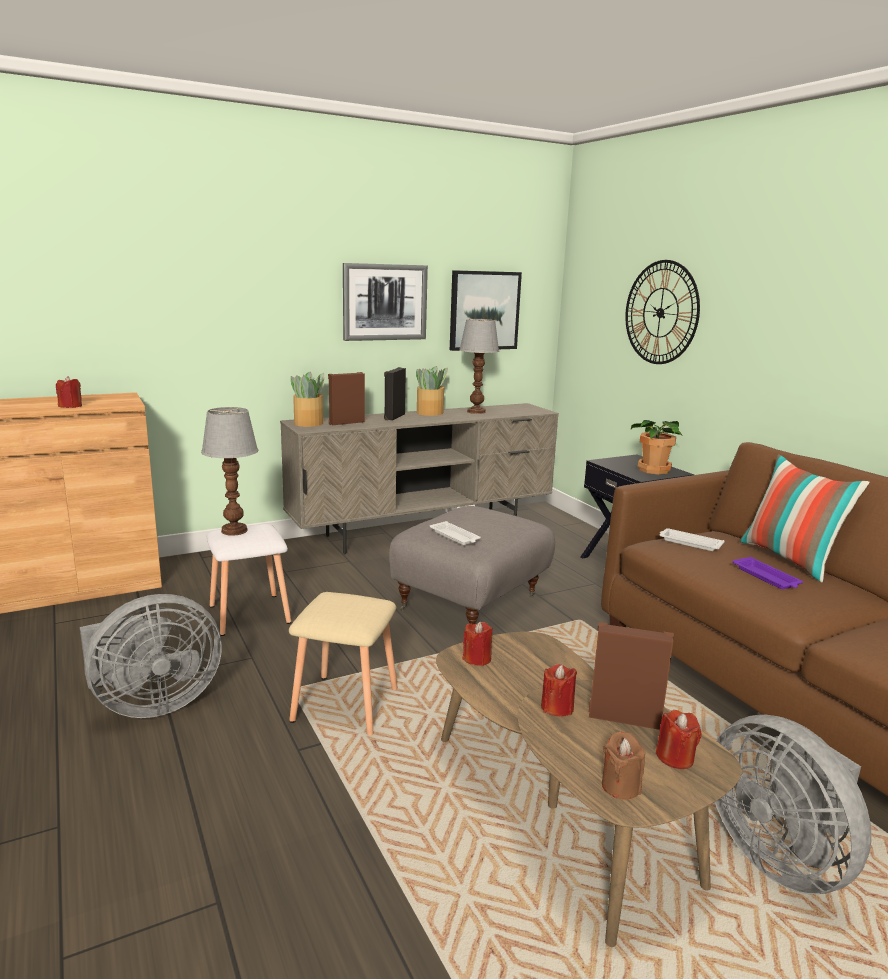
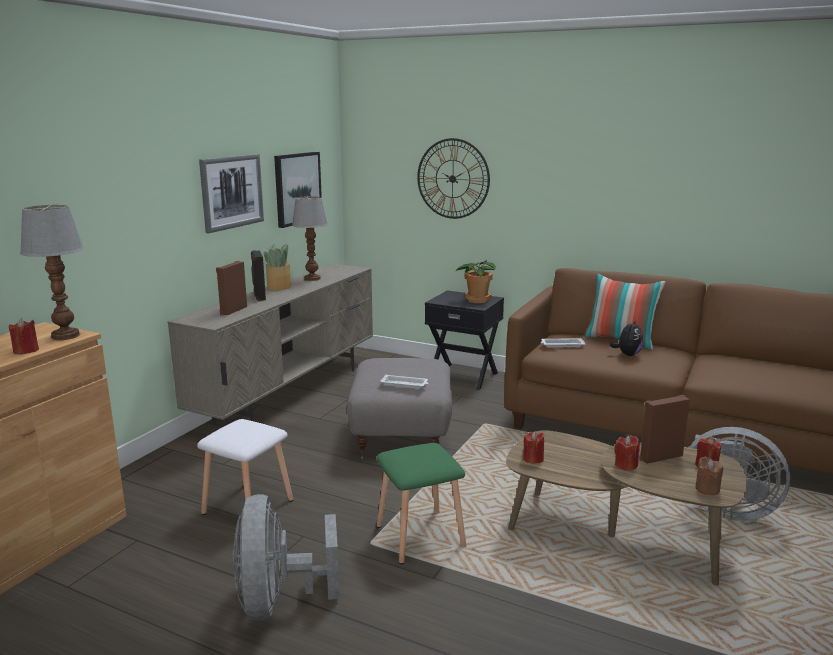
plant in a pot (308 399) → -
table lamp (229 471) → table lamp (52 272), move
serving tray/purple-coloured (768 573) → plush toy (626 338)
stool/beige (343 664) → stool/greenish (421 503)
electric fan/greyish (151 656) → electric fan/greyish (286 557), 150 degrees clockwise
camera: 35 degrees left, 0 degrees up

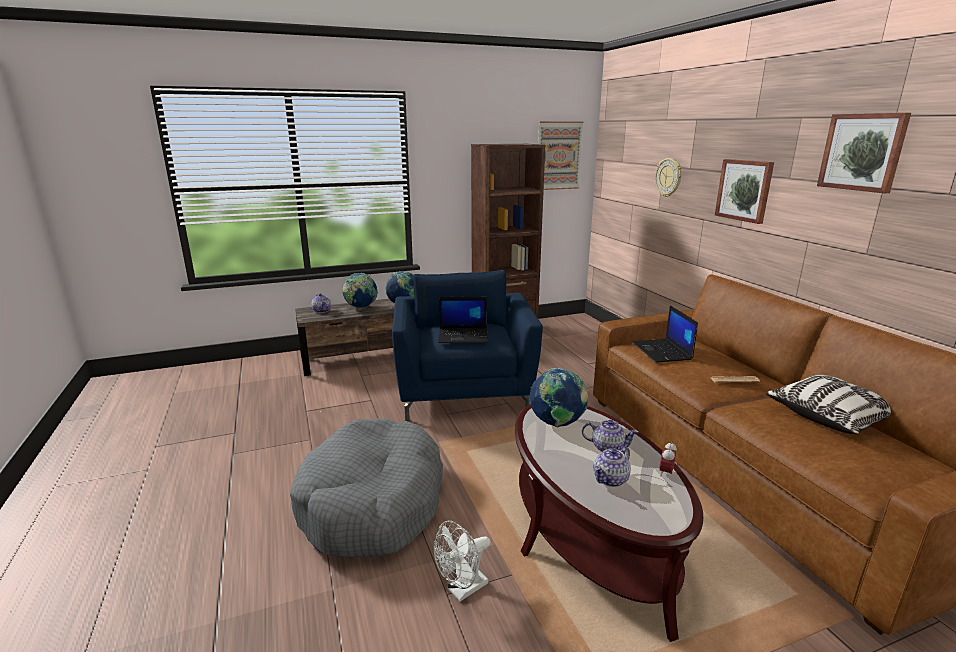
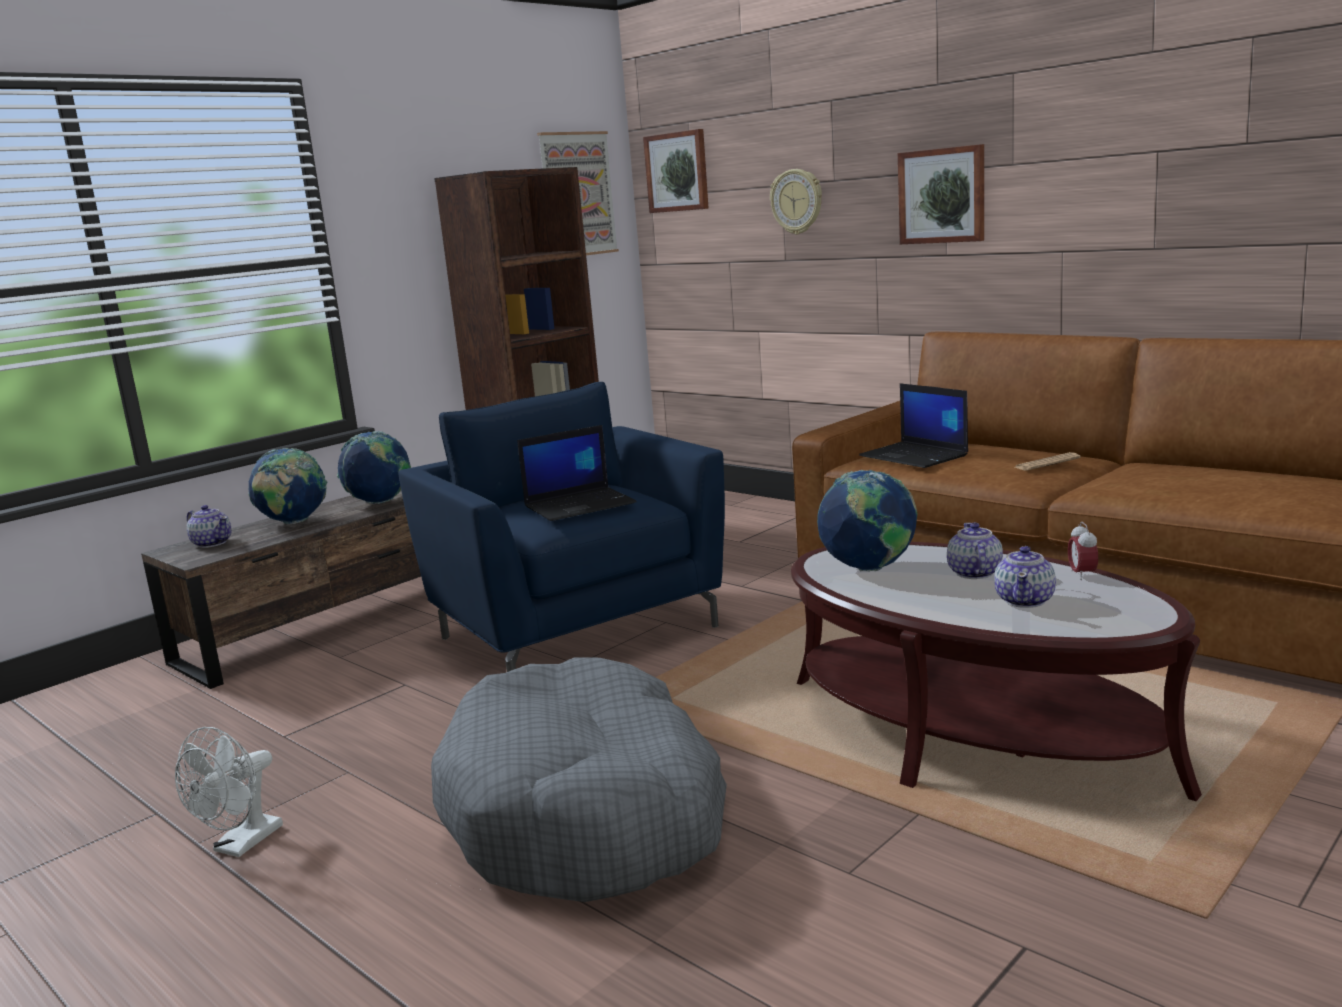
wall picture (864 153) → wall picture (676 171), move
throw pillow (828 404) → -
pot for tea (610 436) → pot for tea (975 551), 75 degrees counterclockwise
electric fan/whitish (462 561) → electric fan/whitish (229 792), move
camera: 25 degrees left, 5 degrees down

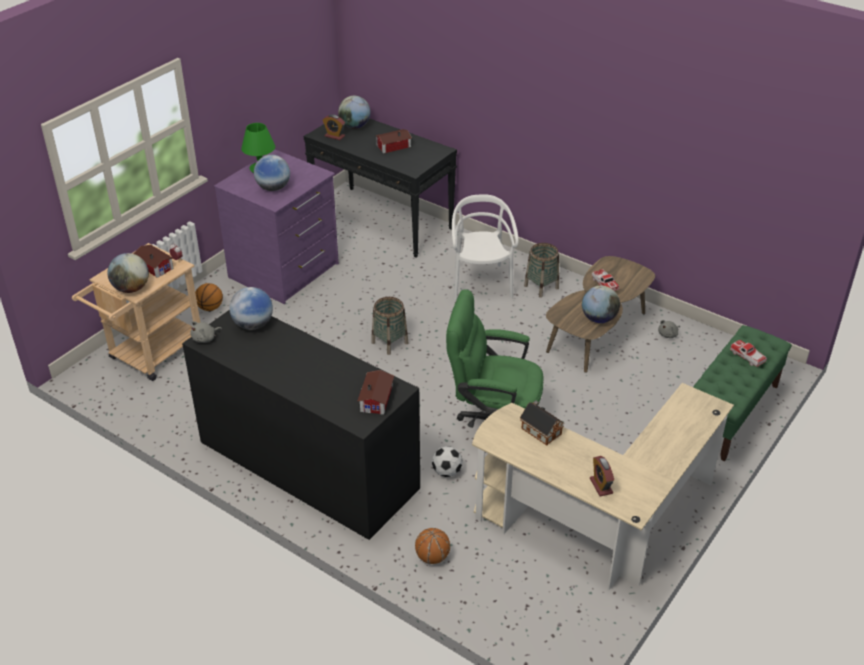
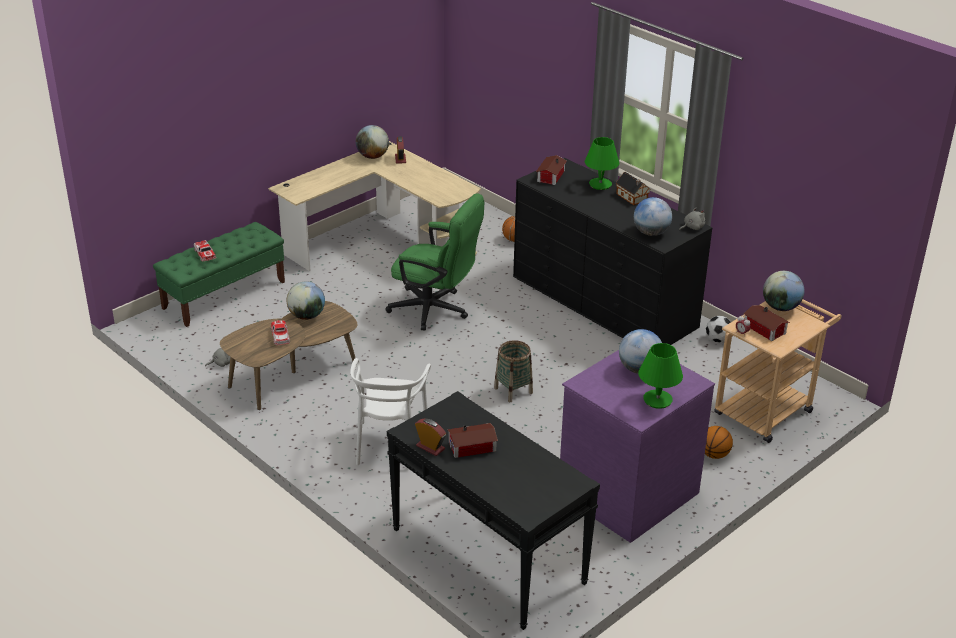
desk globe (354 112) → desk globe (372 142), move
table clock (333 127) → table clock (430 437), move
household basket (541 270) → -
toy house (542 423) → toy house (633 188), move
football ball (447 461) → football ball (718 329), move
- → table lamp/greenish (602 163)
camera: 170 degrees left, 5 degrees down

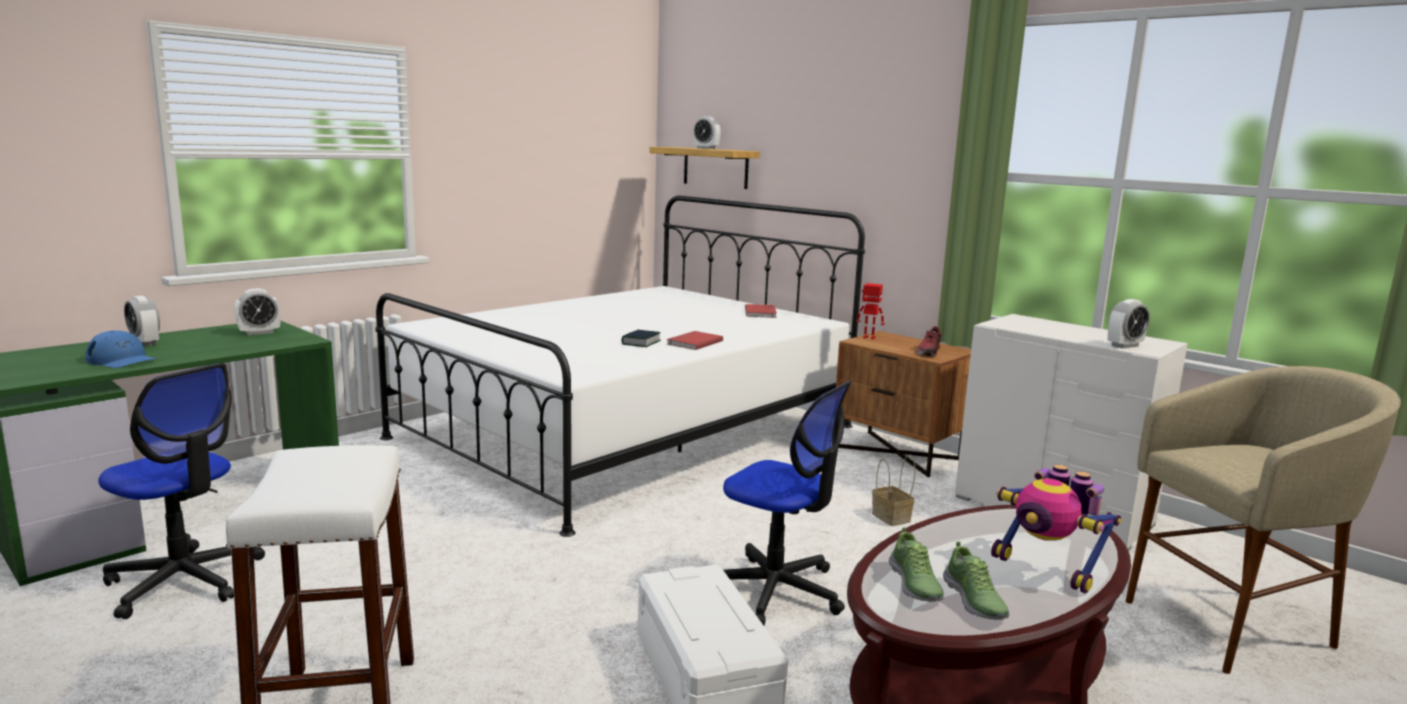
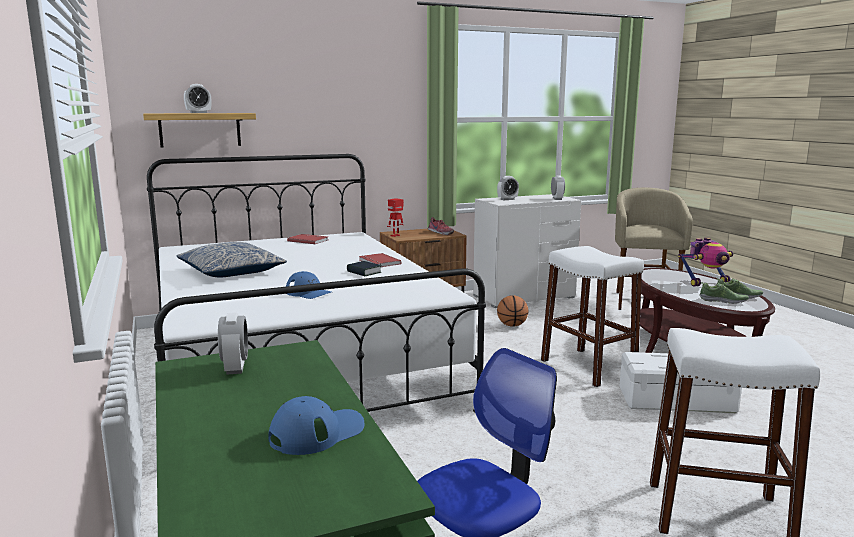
table clock (142 321) → table clock (508 188), move
computer chair (787 503) → stool/whitish (592 316)
household basket (893 490) → ball for basketball (512 311)
- → throw pillow (232 259)
- → baseball cap/blue (308 285)
camera: 65 degrees left, 0 degrees up

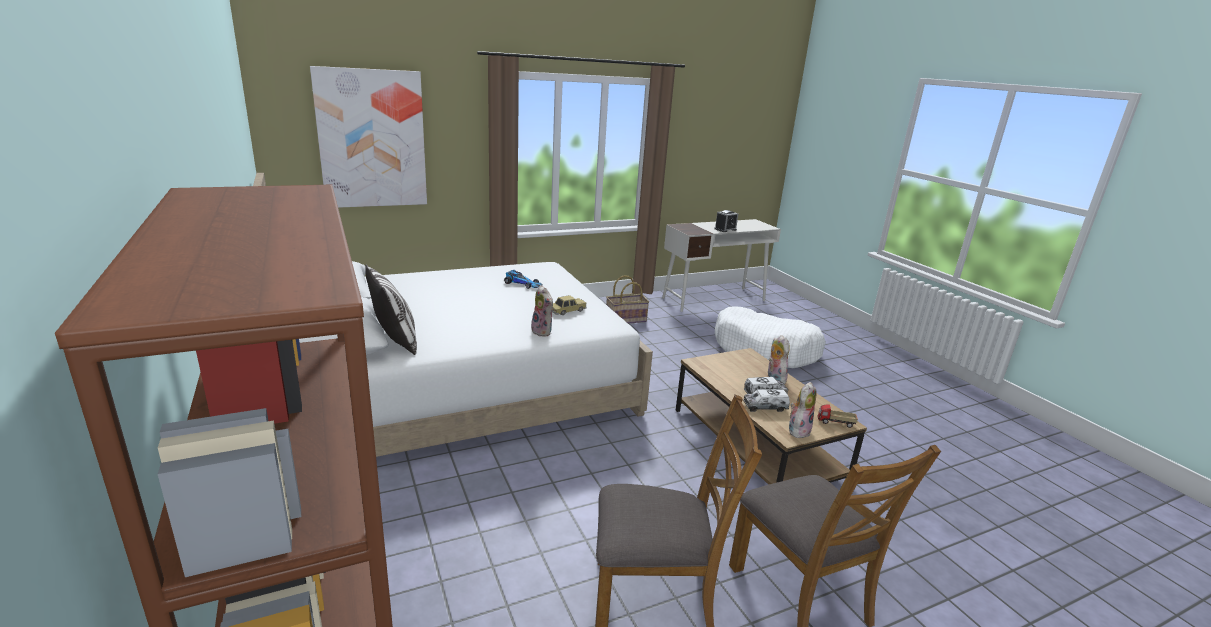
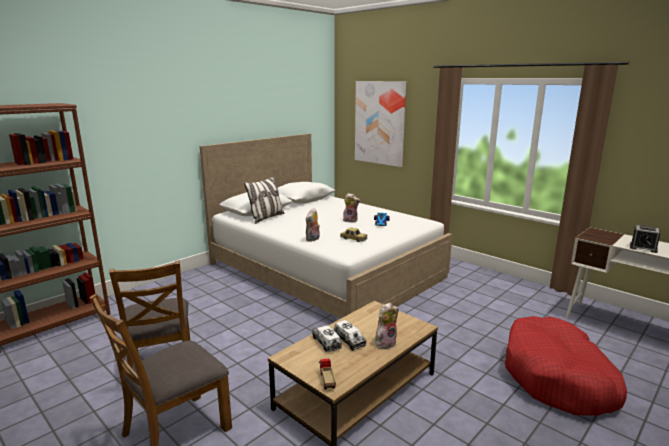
household basket (627 299) → -
dog bed/whitish (770 337) → dog bed/red-coloured (566 366)
plush toy (803 410) → plush toy (351 208), move
camera: 70 degrees right, 5 degrees down

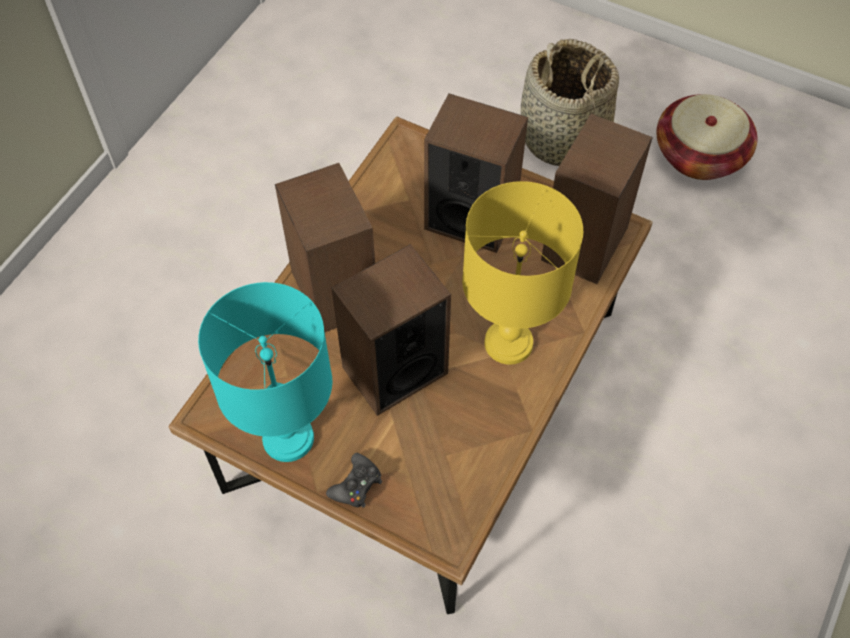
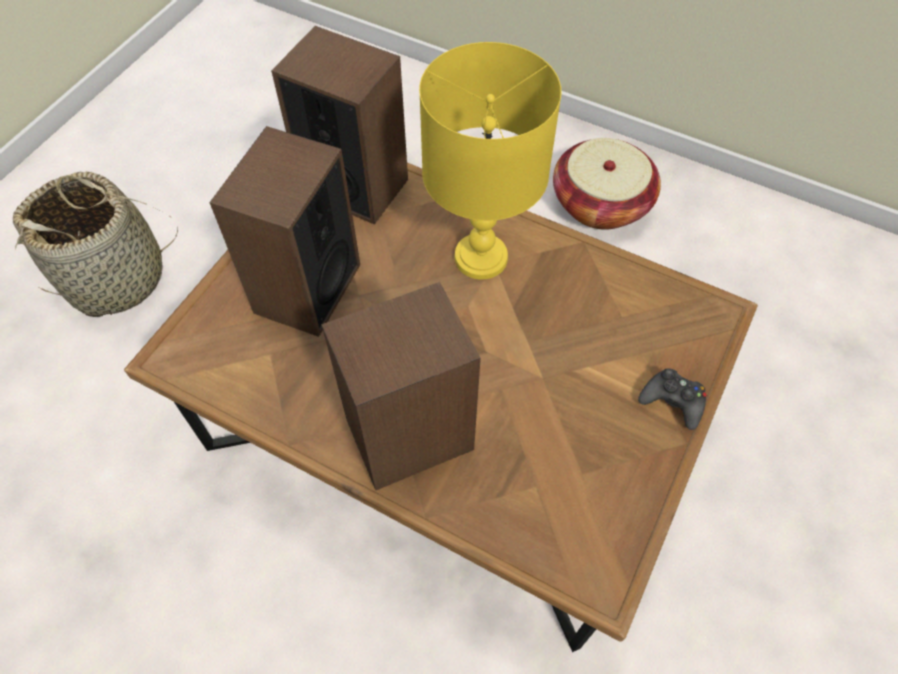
household basket (707 137) → household basket (607 184), move
audio speaker (391 330) → -
table lamp/turquoise (265 372) → -
camera: 90 degrees left, 0 degrees up

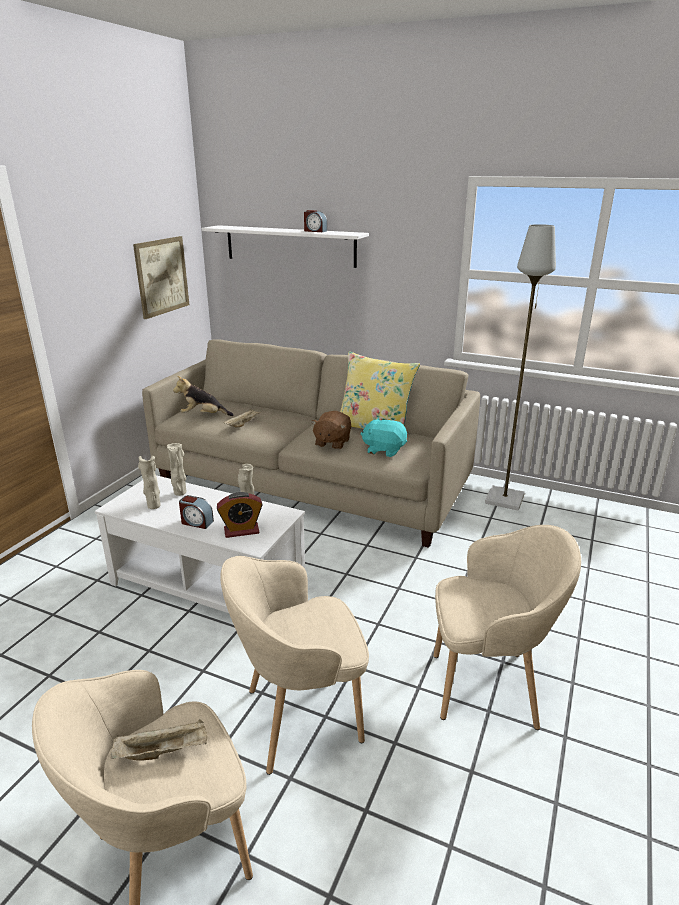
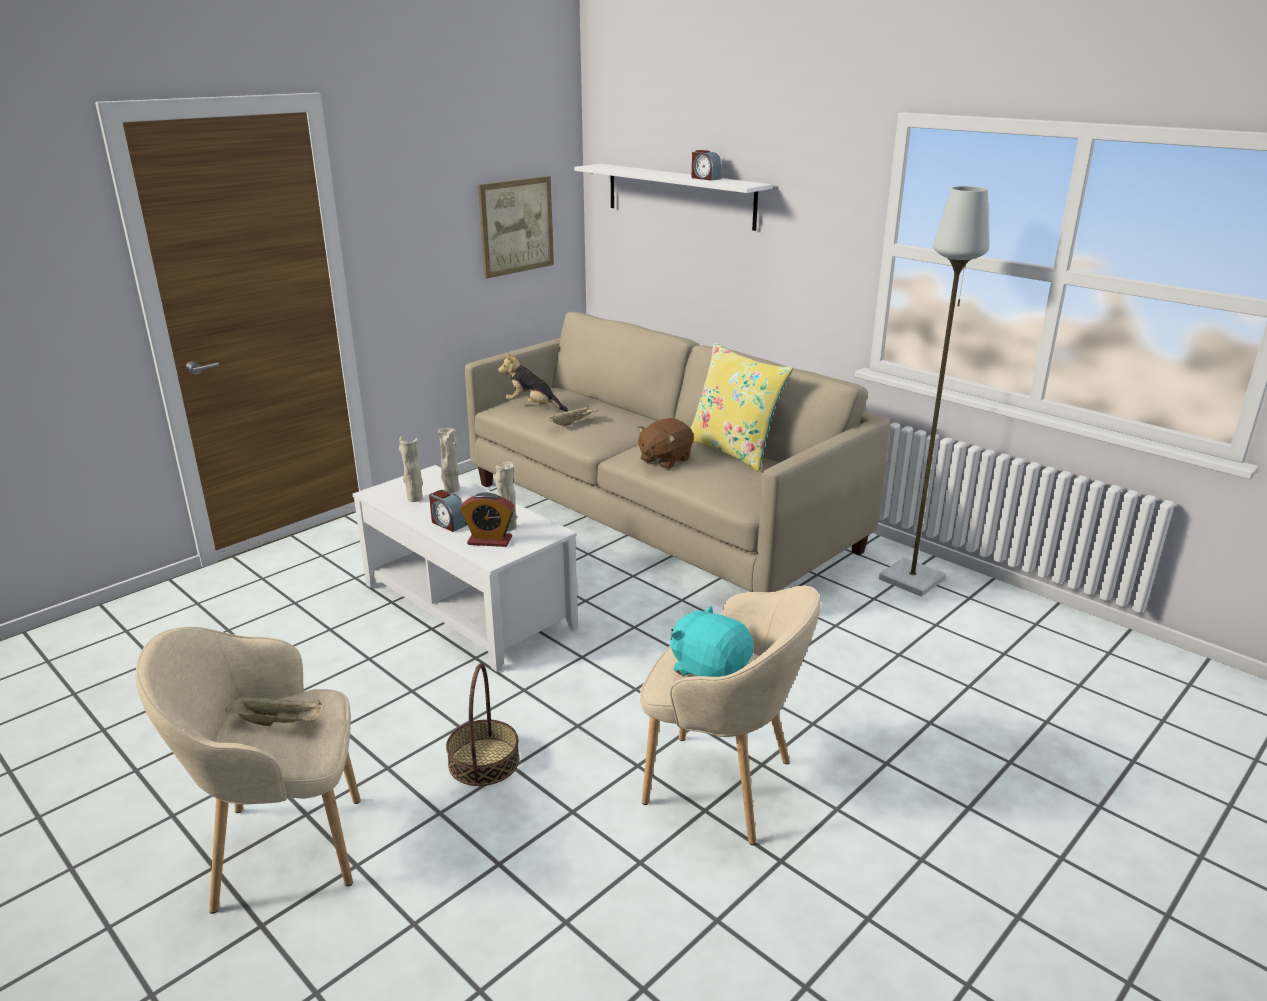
plush toy/turquoise (384 437) → plush toy/turquoise (712 641), move
easy chair/beige (294 665) → household basket (483 724)
camera: 20 degrees right, 0 degrees up

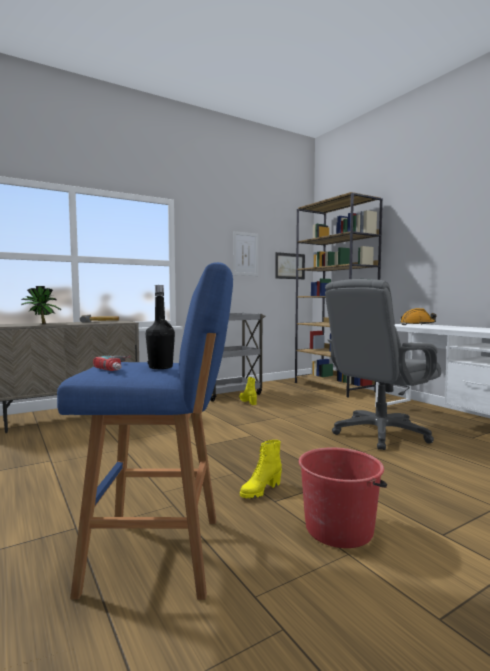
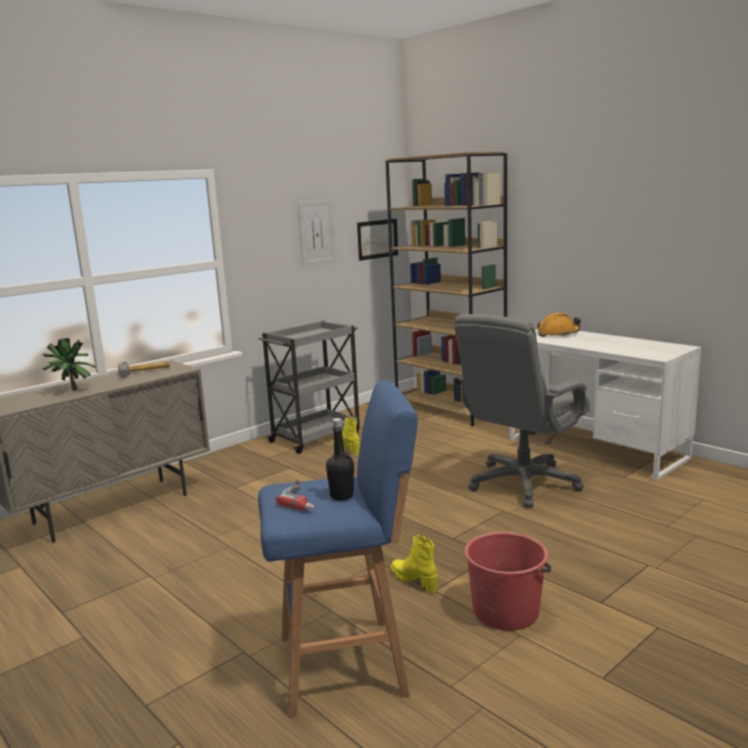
tall boot/yellow (261 469) → tall boot/yellow (414 564), 105 degrees clockwise
camera: 10 degrees left, 10 degrees up

